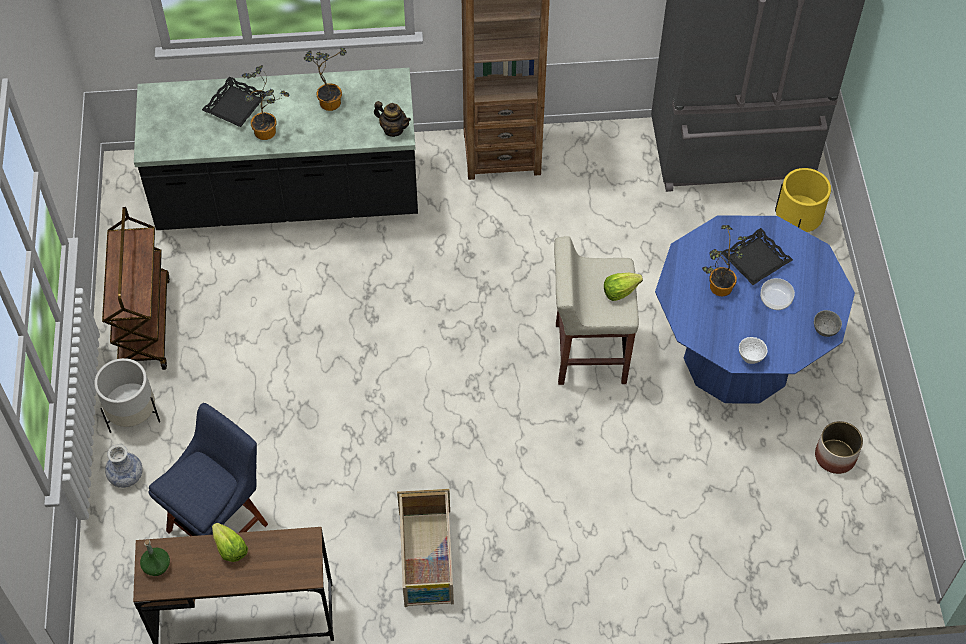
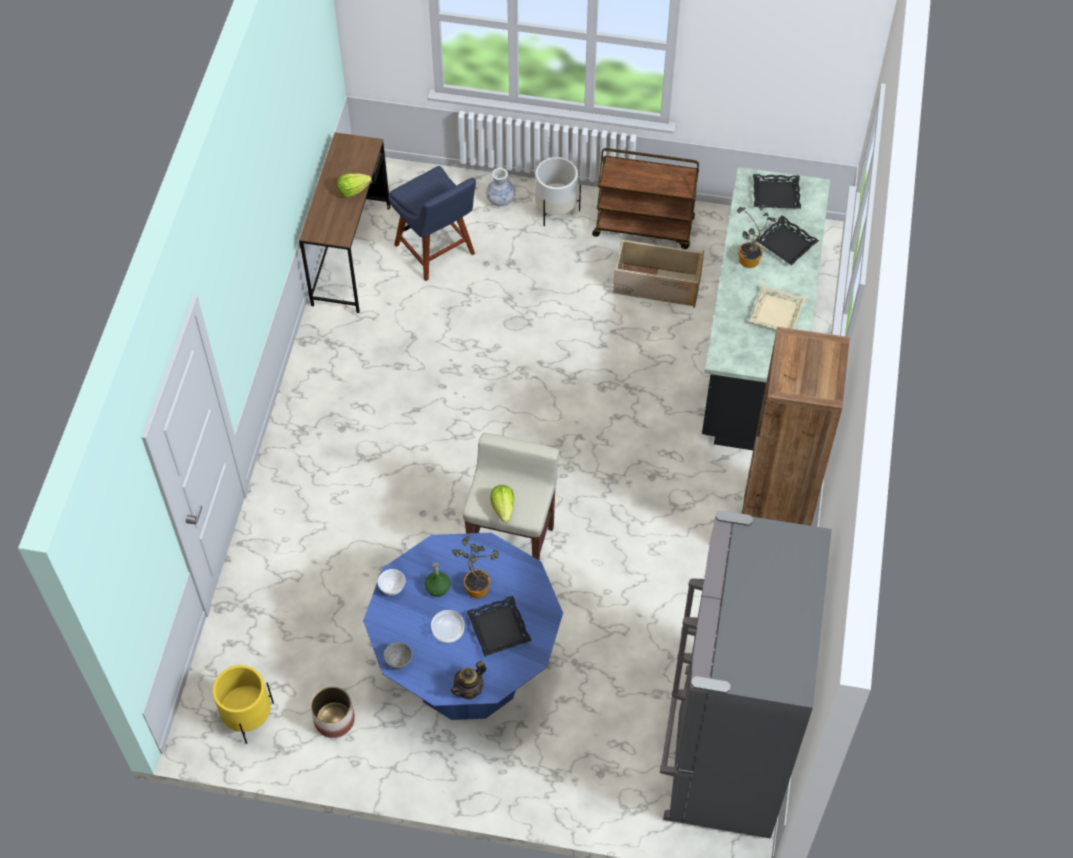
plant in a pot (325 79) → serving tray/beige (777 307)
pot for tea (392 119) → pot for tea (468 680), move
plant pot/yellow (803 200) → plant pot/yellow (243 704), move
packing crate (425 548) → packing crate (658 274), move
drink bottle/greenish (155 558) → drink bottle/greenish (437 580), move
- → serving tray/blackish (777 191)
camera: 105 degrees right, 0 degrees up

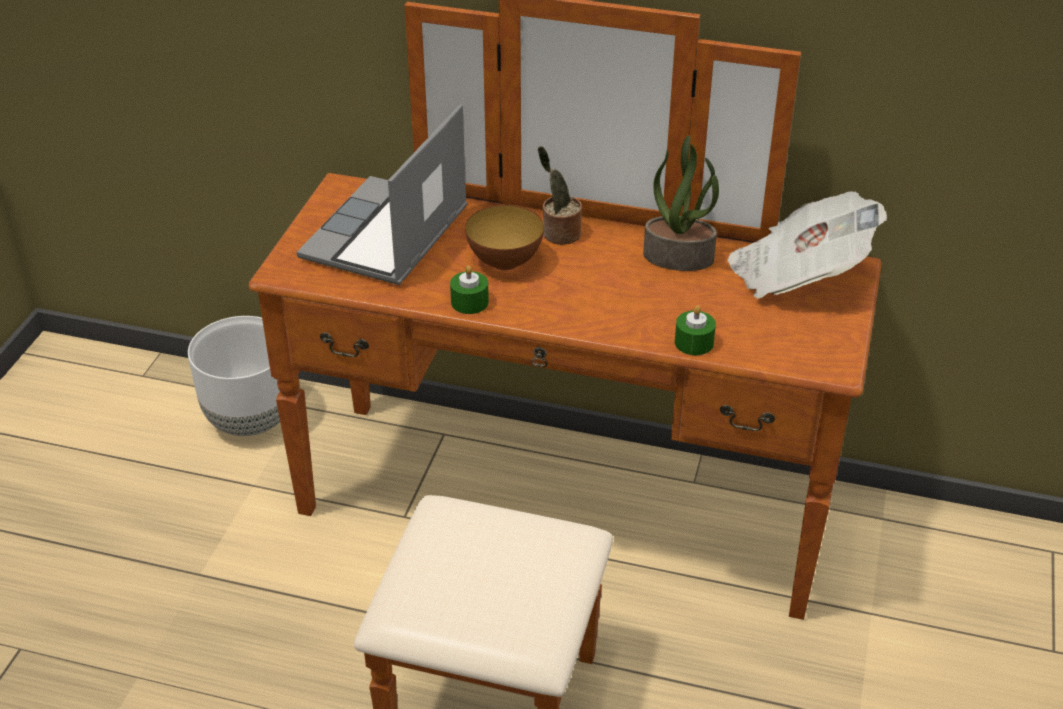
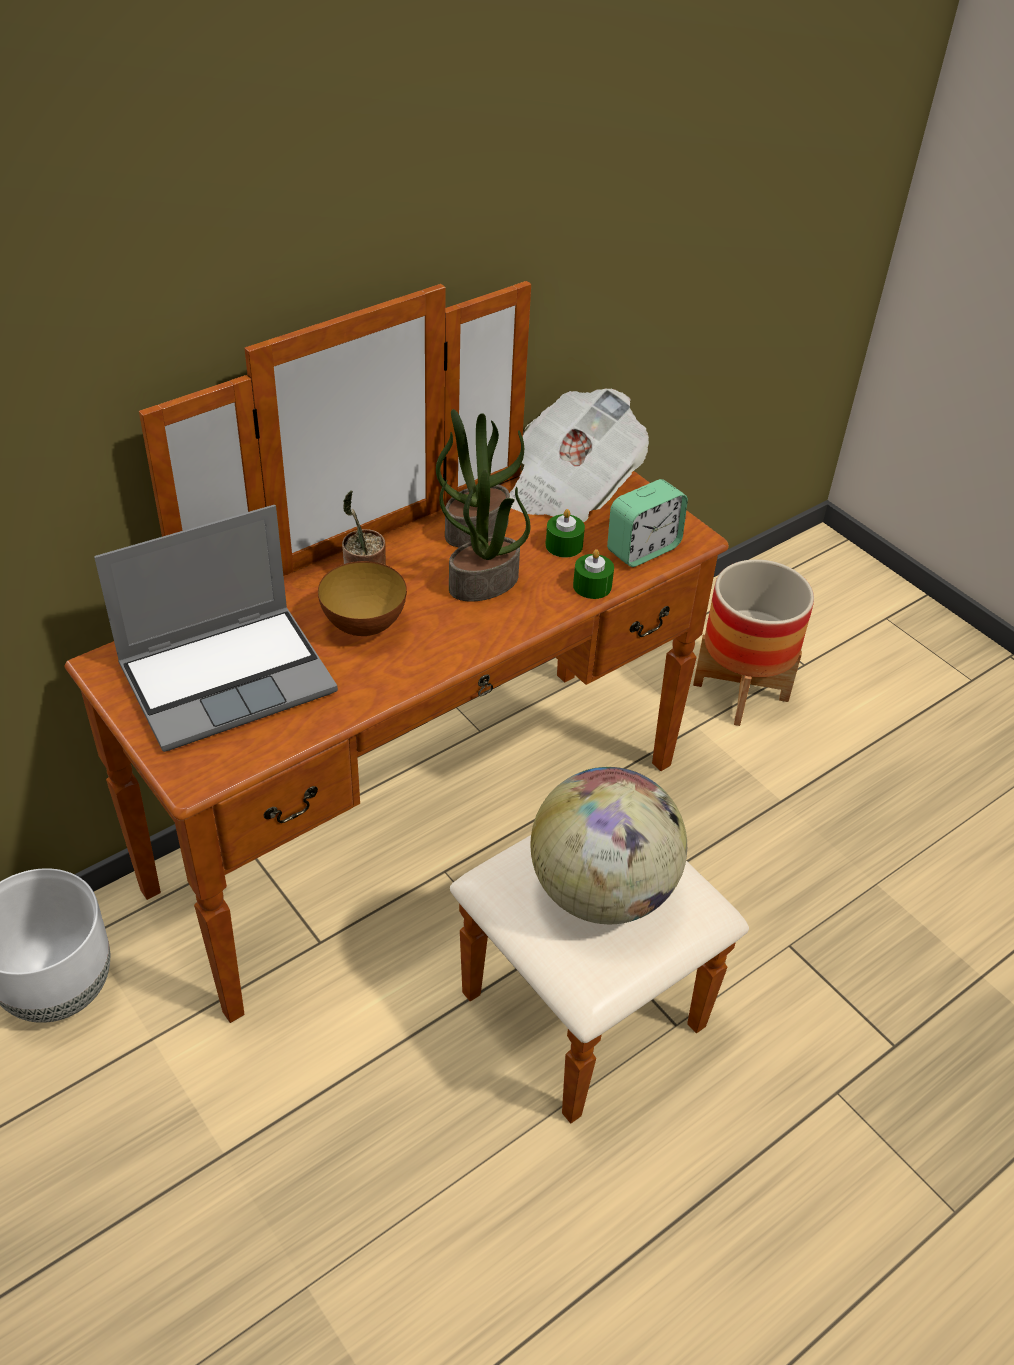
laptop (382 194) → laptop (216 628), 90 degrees counterclockwise
wax candle/greenish (469 290) → wax candle/greenish (565 533), move
- → plant in a pot (484 536)
- → table clock (647 523)
- → plant pot (753 642)
- → desk globe (609 845)
camera: 55 degrees left, 5 degrees up

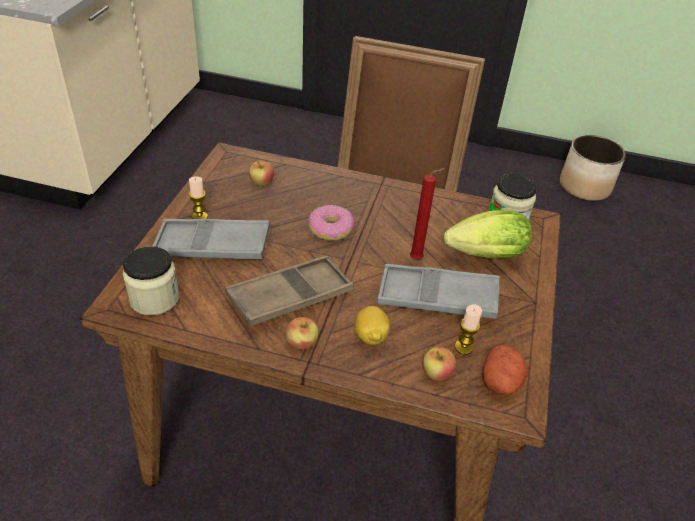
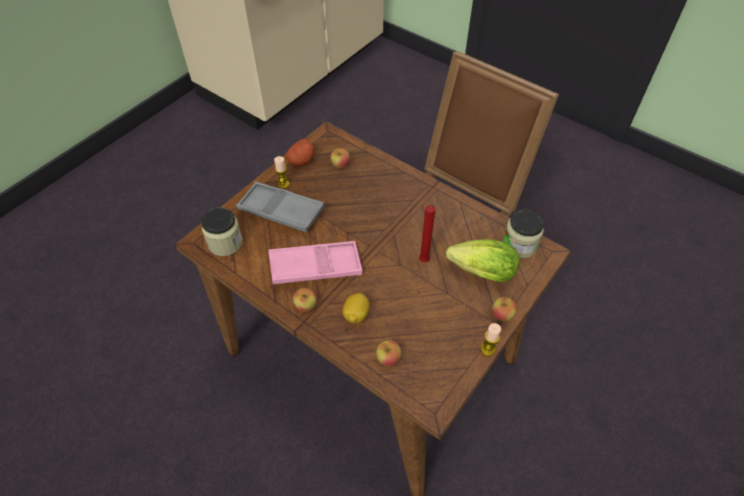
plant pot (593 168) → -
ring doughnut (331 223) → -
serving tray/brown-coloured (289 291) → serving tray/pinkish (315 262)
serving tray/greyish (438 291) → -
wax candle (468 329) → wax candle (490 339), move
whole potato (505 370) → whole potato (300 152), move
- → whole apple (504 309)
camera: 25 degrees right, 10 degrees up

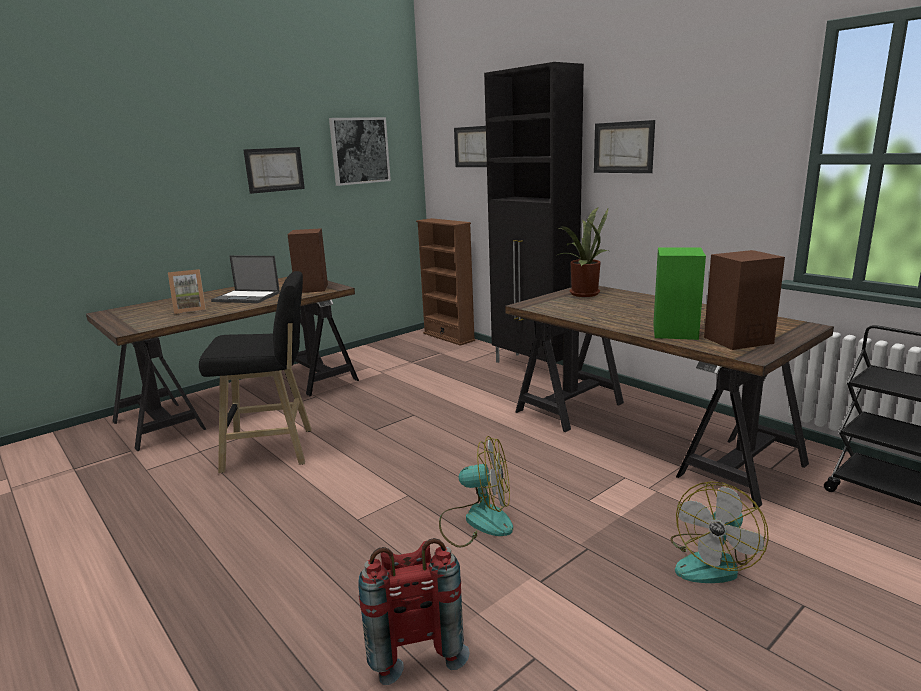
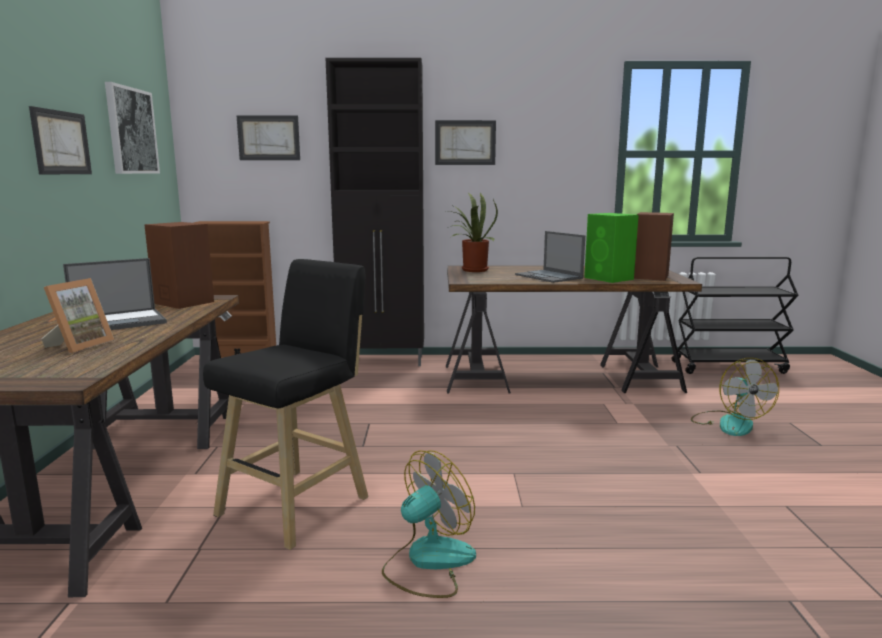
electric fan (476 491) → electric fan (429 524), move
knapsack/red-coloured (414 611) → -
- → laptop (550 257)
camera: 50 degrees left, 5 degrees down

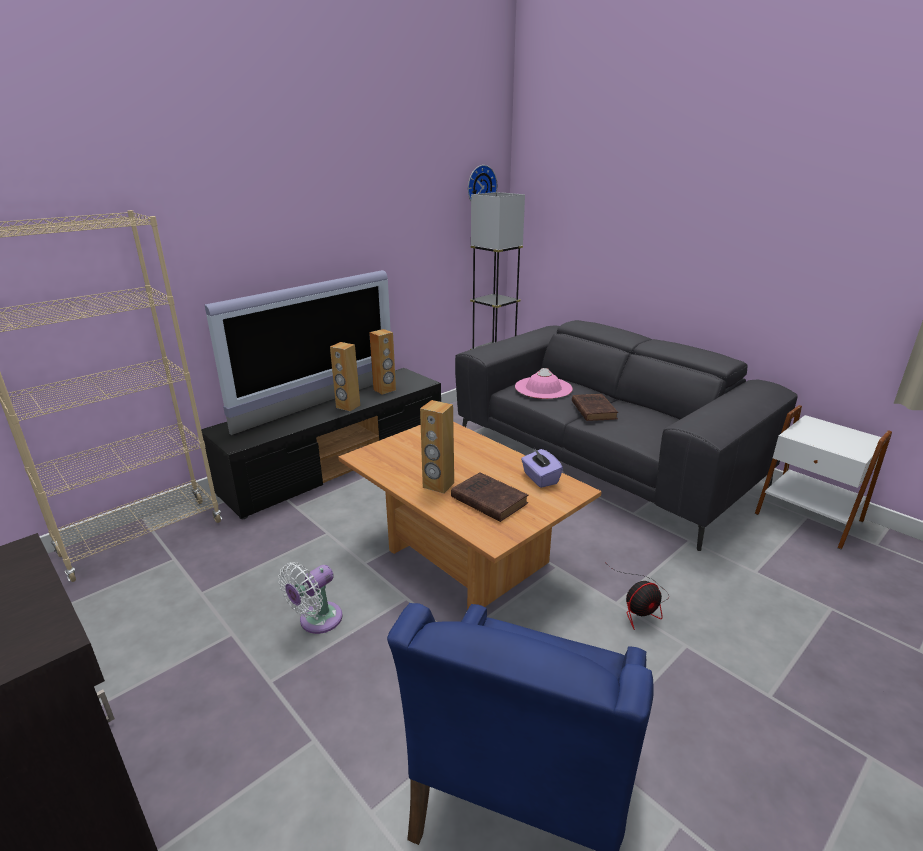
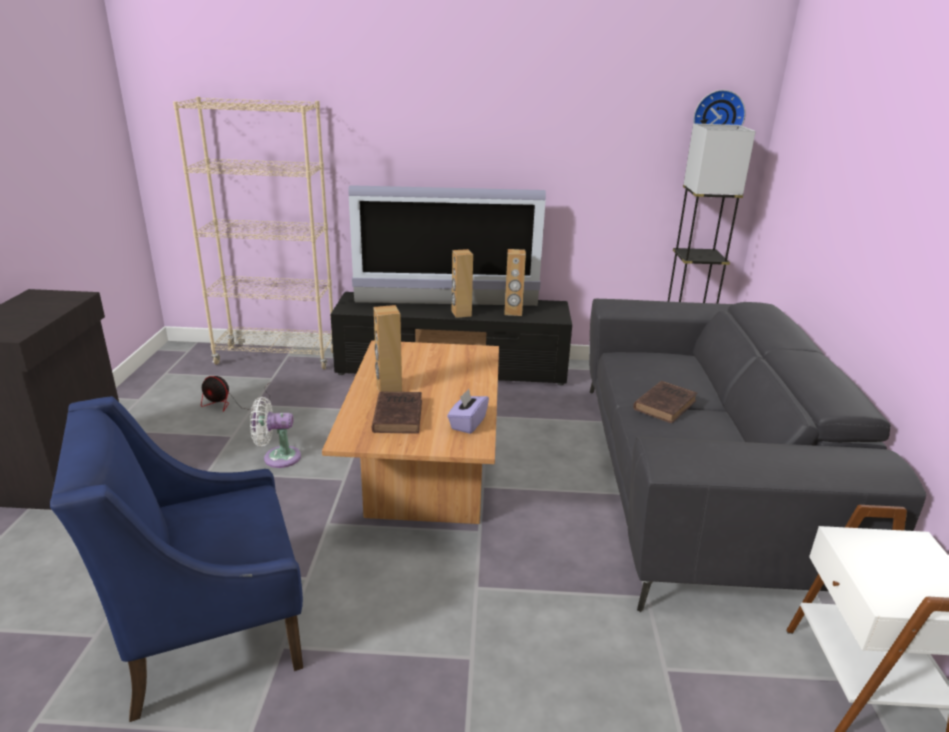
clothing hat/pinkish (544 383) → -
electric fan (638 597) → electric fan (236 394), move
camera: 45 degrees right, 0 degrees up

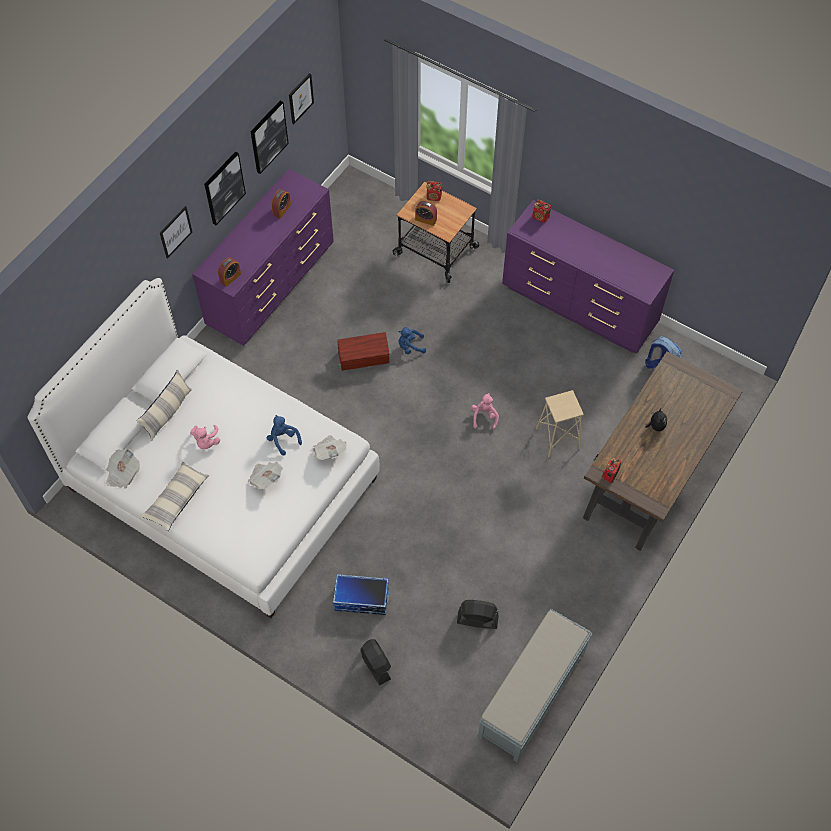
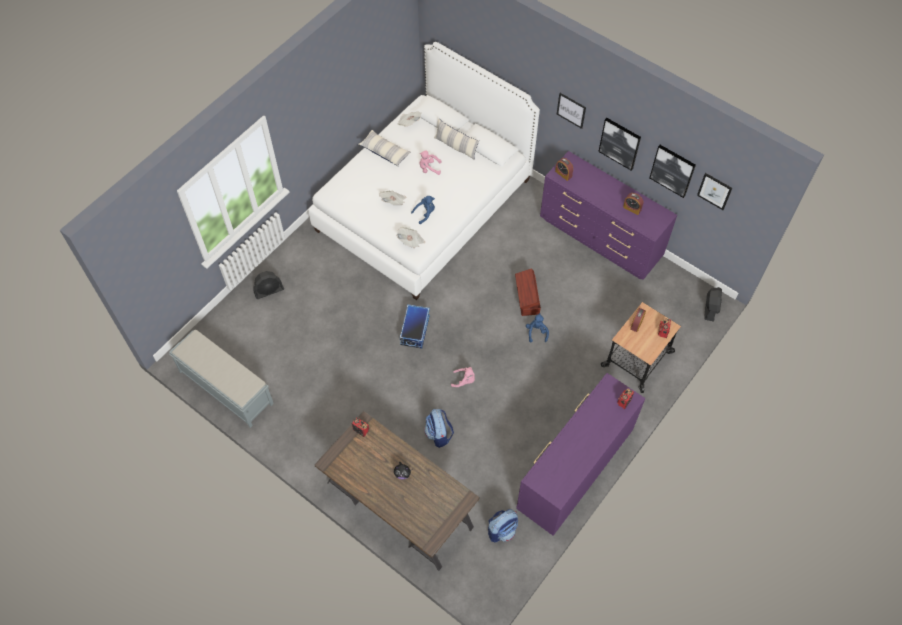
stool/beige (560 424) → knapsack (439 428)
storage bin (361 594) → storage bin (415 326), move
electric fan/blackish (478 614) → electric fan/blackish (713 304), move
camera: 95 degrees right, 0 degrees up

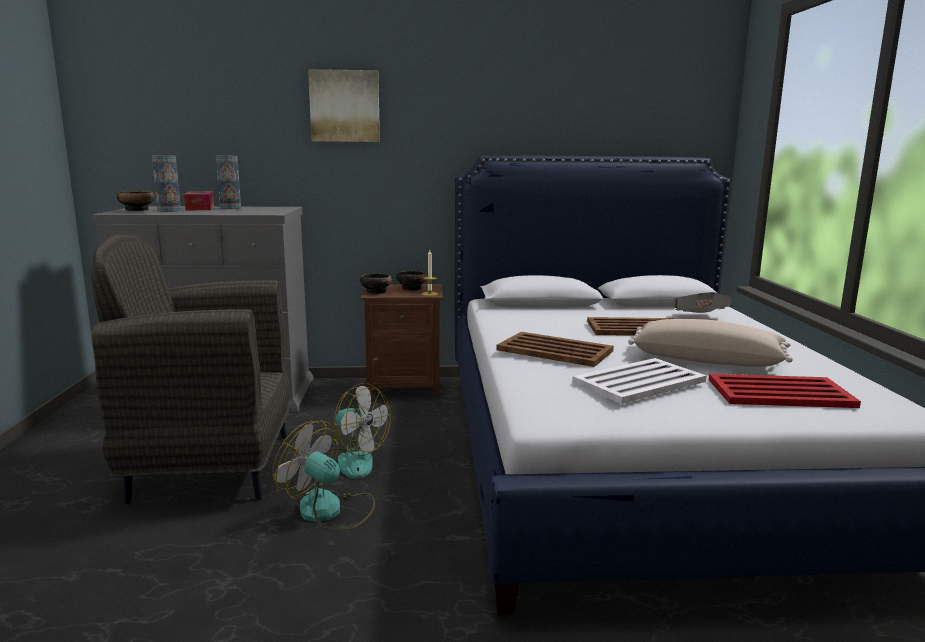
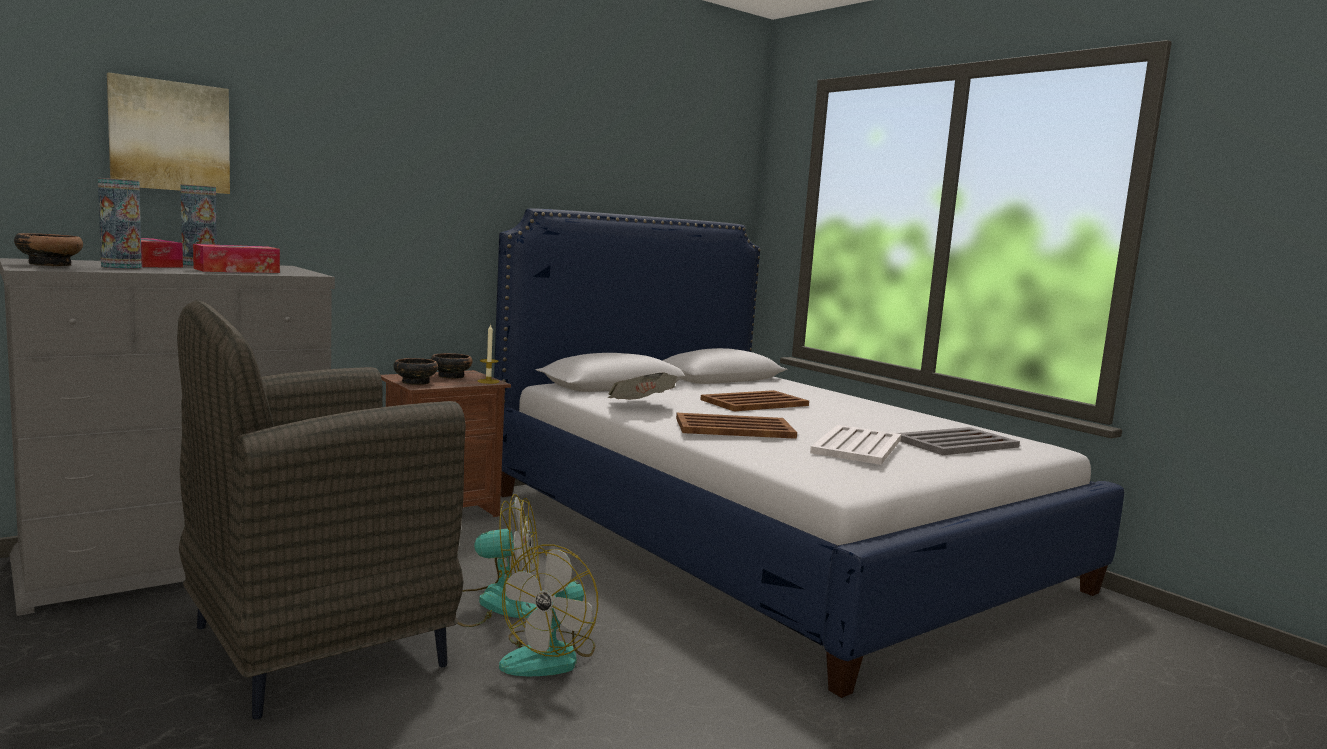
wall picture (344 105) → wall picture (168 133), move
daily paper (703 302) → daily paper (643 386), move
throw pillow/beige (710 343) → -
serving tray/red-coloured (785 391) → serving tray/greyish (958 441)
electric fan (323 475) → electric fan (548 610), 60 degrees counterclockwise
- → box of tissues (236 258)
camera: 35 degrees left, 5 degrees down

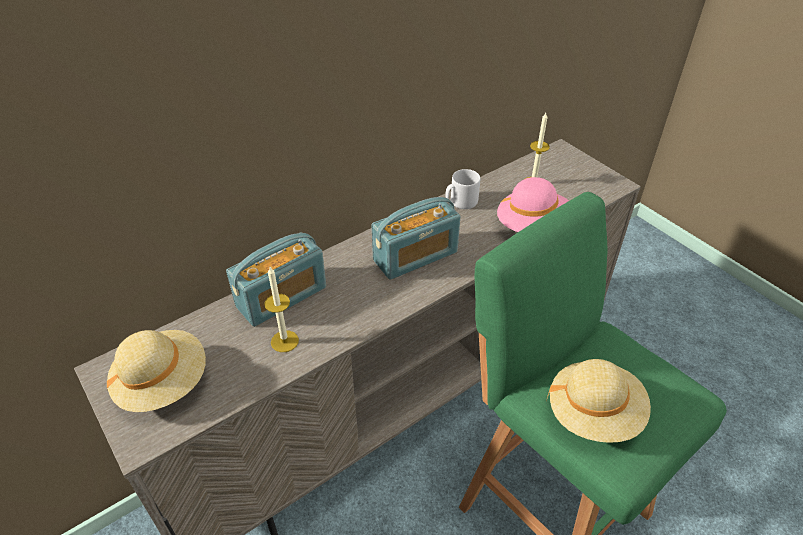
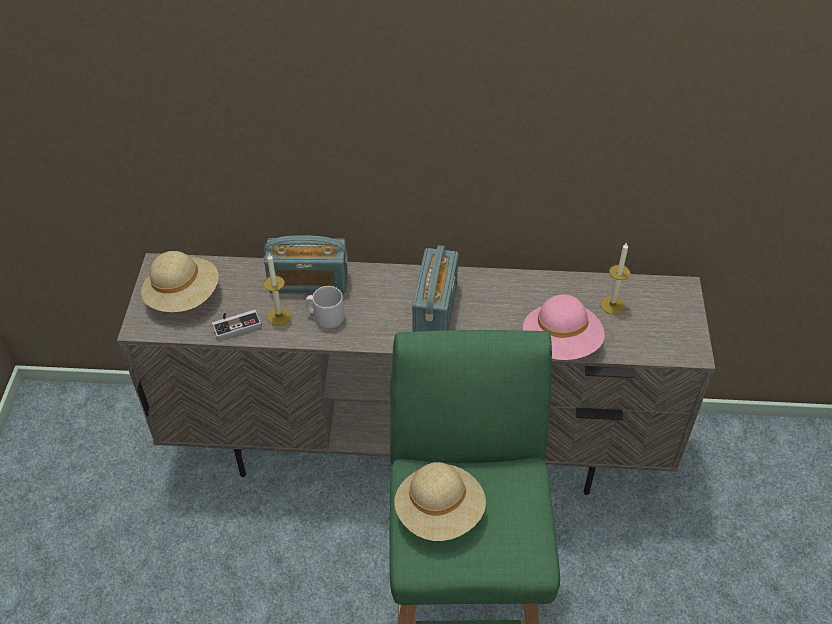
coffee mug/greyish (463 189) → coffee mug/greyish (324 307), move
radio set (416 238) → radio set (435 288), 90 degrees counterclockwise
- → gamepad (237 325)
camera: 40 degrees right, 5 degrees up

